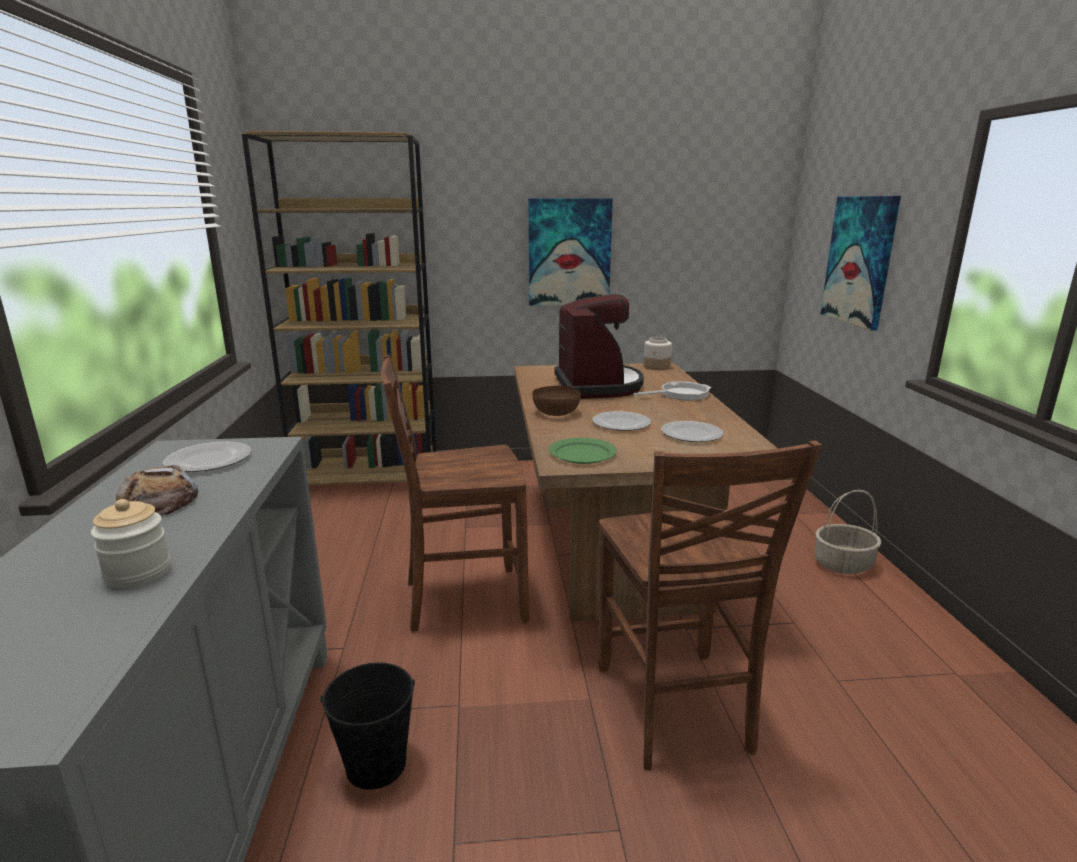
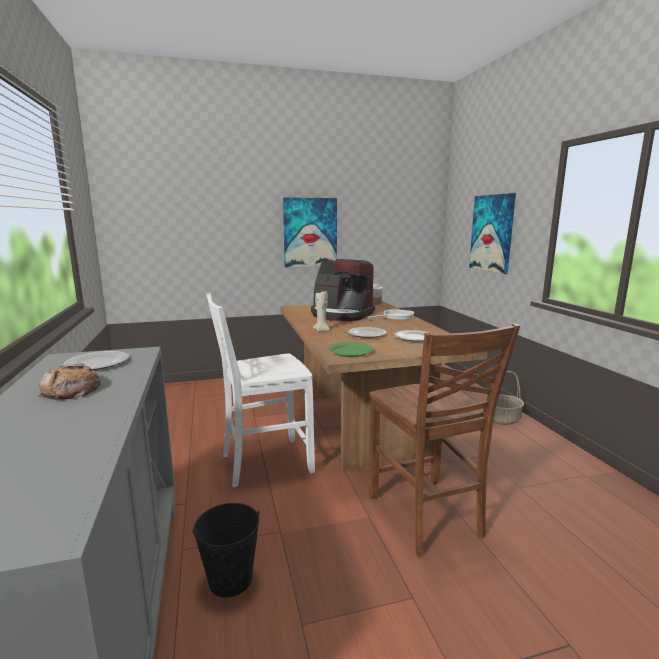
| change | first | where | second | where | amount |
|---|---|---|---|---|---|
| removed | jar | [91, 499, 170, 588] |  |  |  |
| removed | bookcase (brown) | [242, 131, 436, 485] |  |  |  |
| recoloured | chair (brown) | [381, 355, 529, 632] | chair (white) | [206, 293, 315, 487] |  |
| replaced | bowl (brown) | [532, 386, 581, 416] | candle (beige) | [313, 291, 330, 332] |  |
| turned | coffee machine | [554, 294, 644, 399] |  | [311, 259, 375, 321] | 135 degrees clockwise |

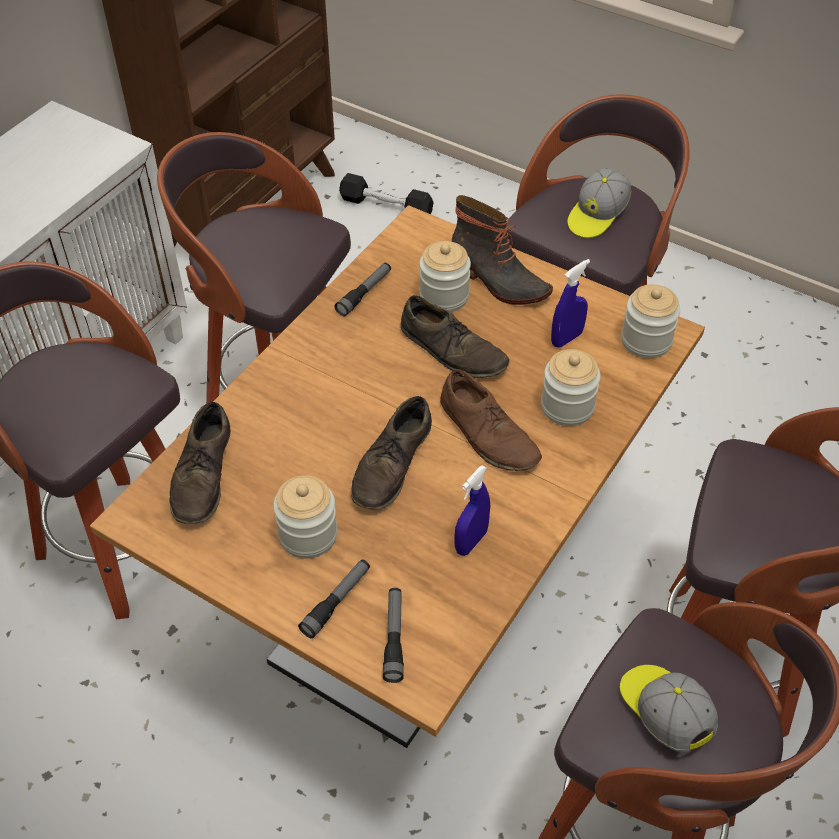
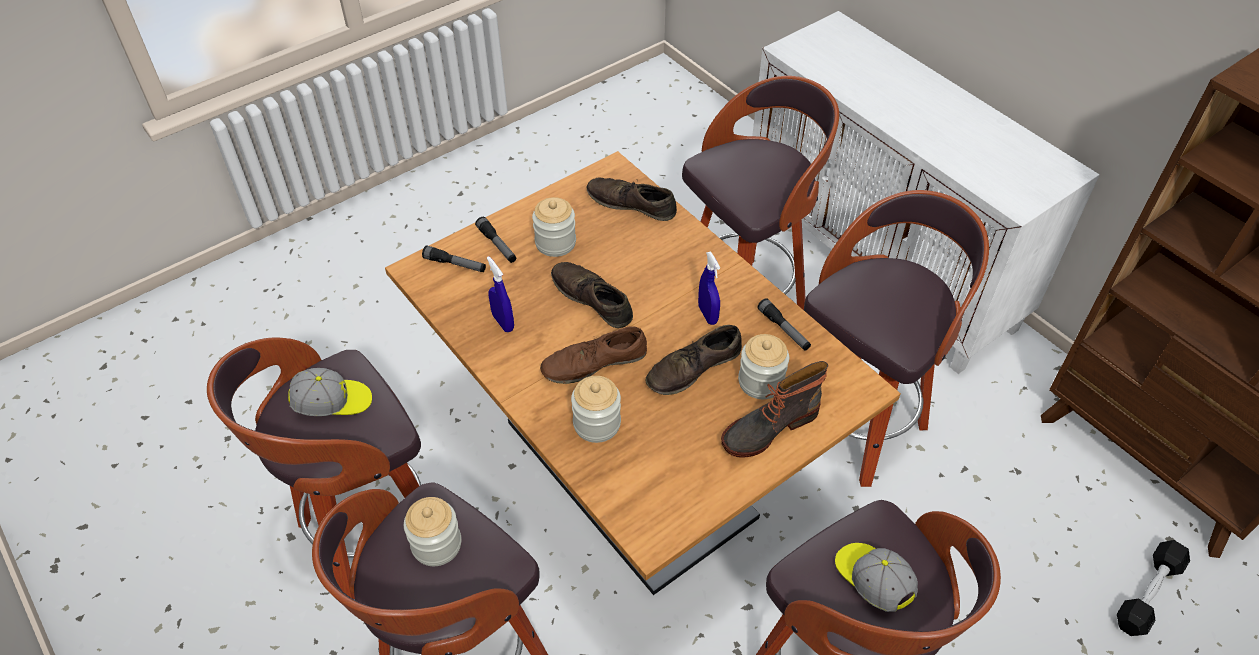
| change | first | where | second | where | amount |
|---|---|---|---|---|---|
| moved | spray bottle (blue) | [551, 259, 590, 347] |  | [698, 252, 720, 325] |  |
| moved | jar | [621, 284, 680, 358] |  | [404, 497, 462, 566] |  |

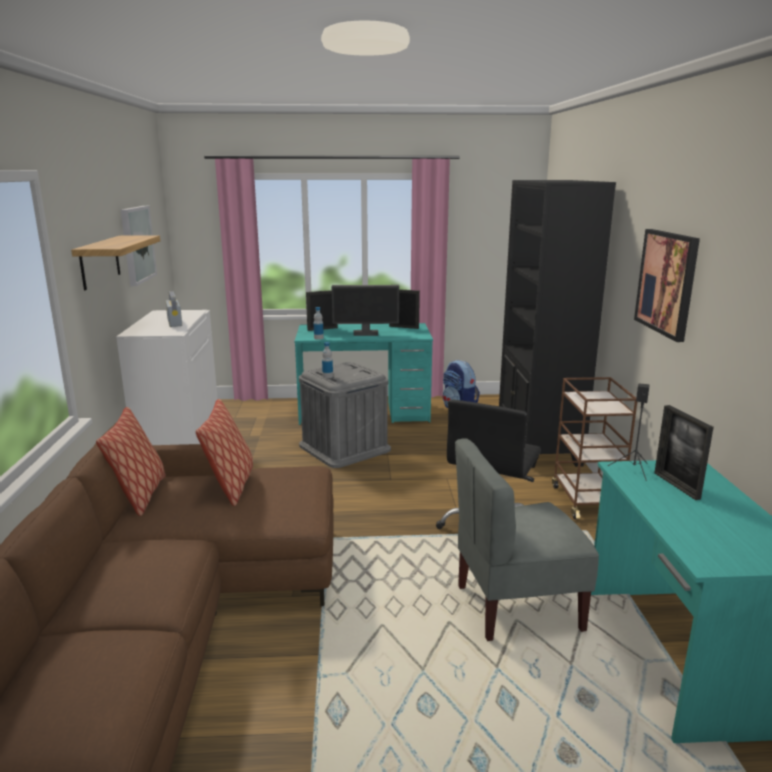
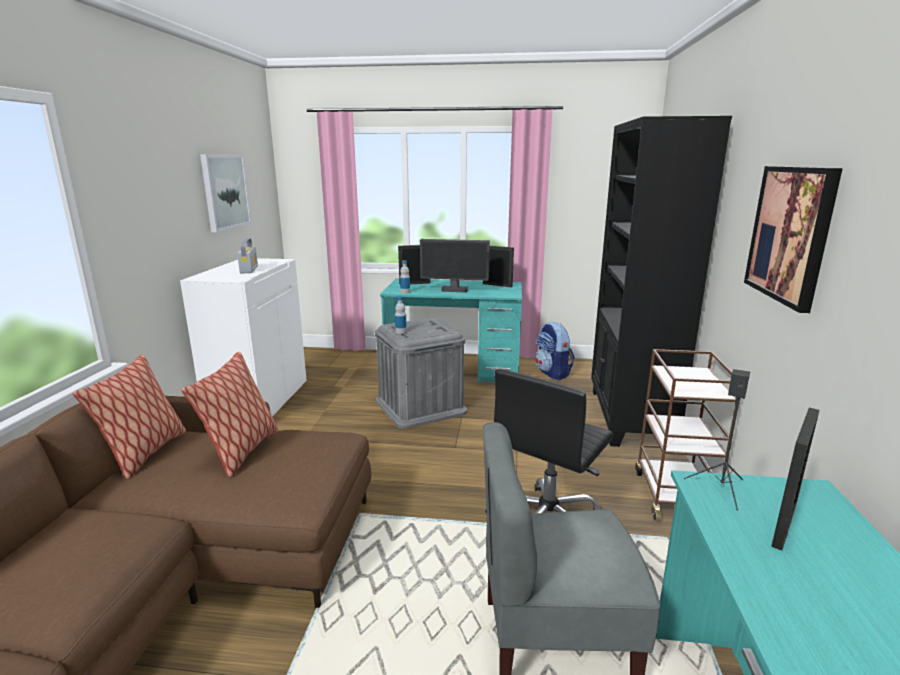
| change | first | where | second | where | amount |
|---|---|---|---|---|---|
| removed | shelf | [71, 235, 160, 290] |  |  |  |
| turned | picture frame | [654, 405, 714, 500] |  | [771, 408, 820, 551] | 135 degrees counterclockwise |

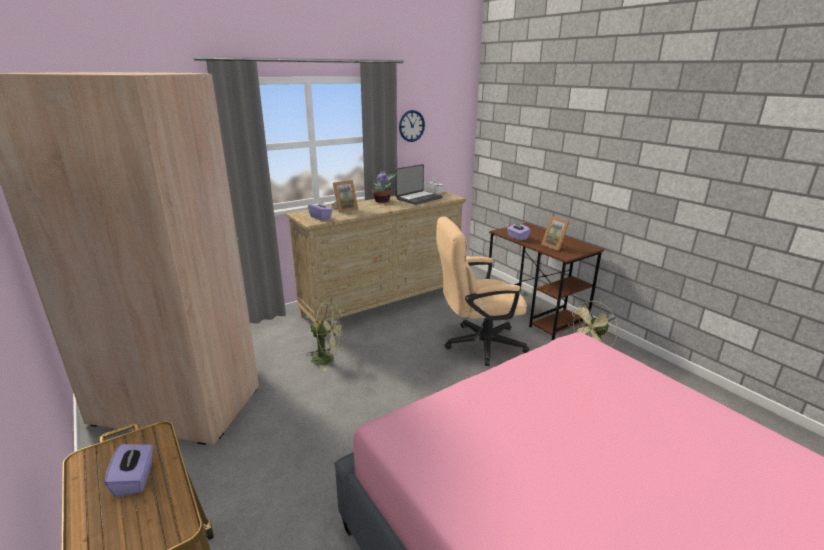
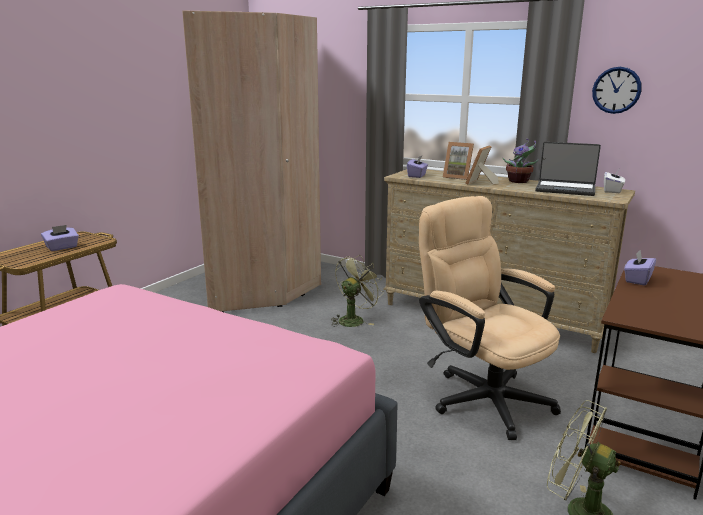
| change | first | where | second | where | amount |
|---|---|---|---|---|---|
| turned | fan (green) | [307, 302, 345, 371] |  | [331, 255, 384, 327] | 120 degrees counterclockwise |
| moved | picture frame | [541, 216, 569, 251] |  | [465, 146, 499, 184] |  |

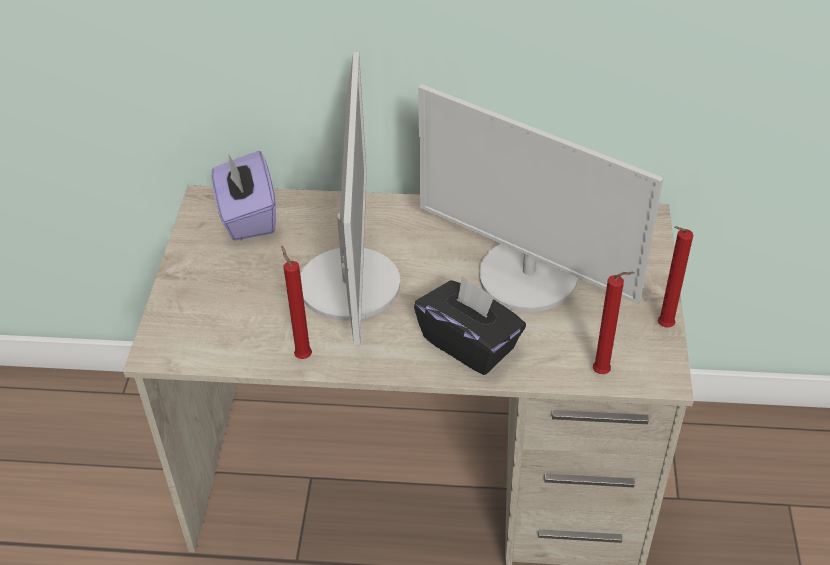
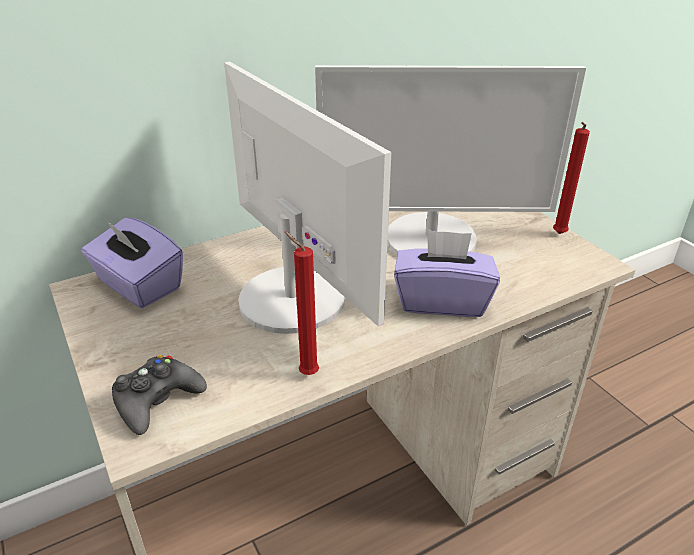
| change | first | where | second | where | amount |
|---|---|---|---|---|---|
| recoloured | tissue box (black) | [414, 275, 526, 375] | tissue box (purple) | [394, 229, 500, 317] |  |
| removed | candle (red) | [593, 272, 635, 374] |  |  |  |
| added |  |  | game controller (black) | [112, 355, 207, 435] |  |

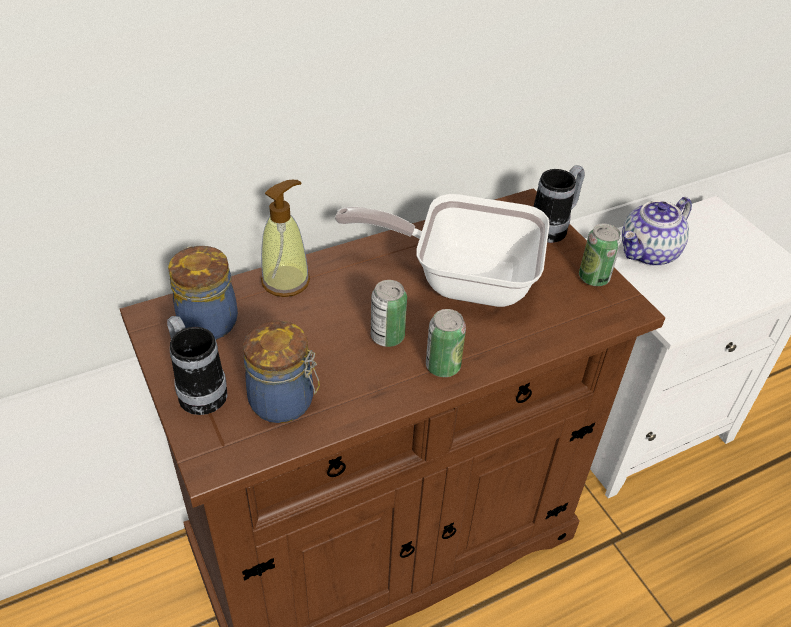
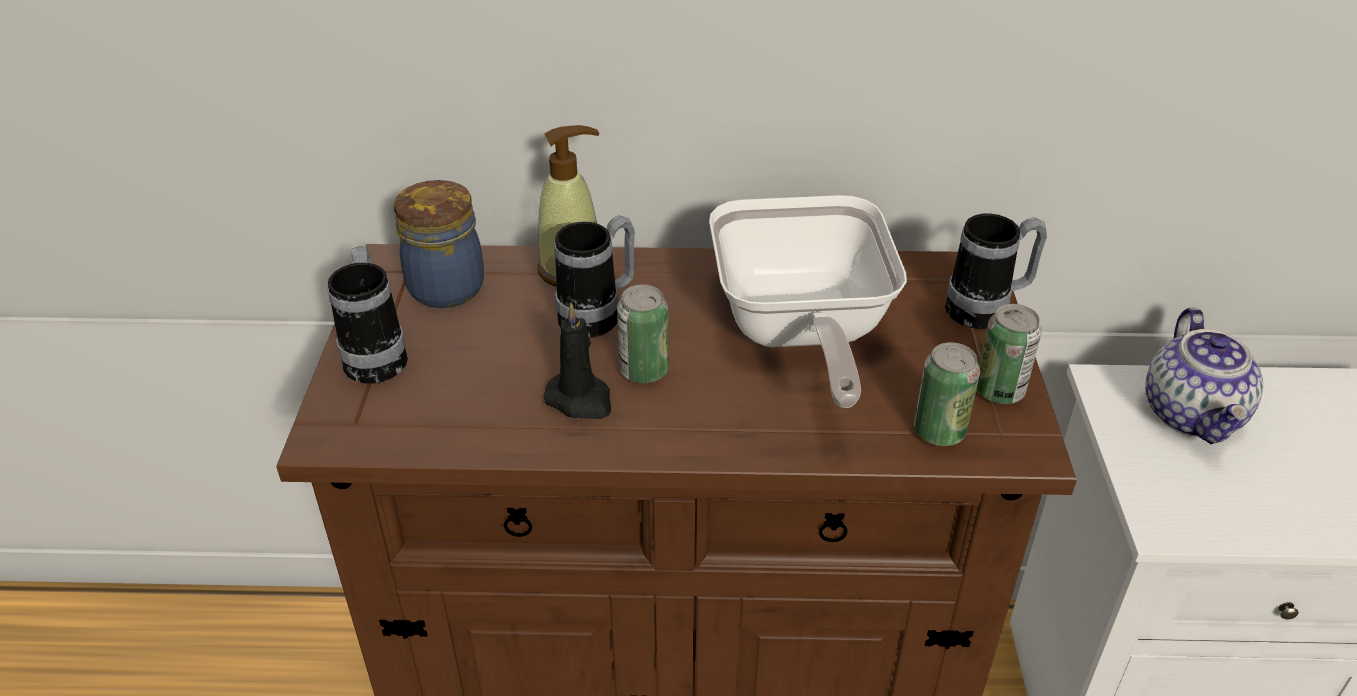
| change | first | where | second | where | amount |
|---|---|---|---|---|---|
| removed | jar | [243, 321, 320, 423] |  |  |  |
| turned | frying pan | [335, 194, 550, 307] |  | [709, 195, 907, 408] | 135 degrees counterclockwise |
| moved | can | [426, 309, 466, 377] |  | [914, 342, 980, 446] |  |
| turned | teapot | [622, 197, 692, 266] |  | [1145, 308, 1263, 444] | 75 degrees counterclockwise |
| added |  |  | candle (black) | [543, 302, 611, 419] |  |
| added |  |  | mug | [554, 215, 635, 338] |  |

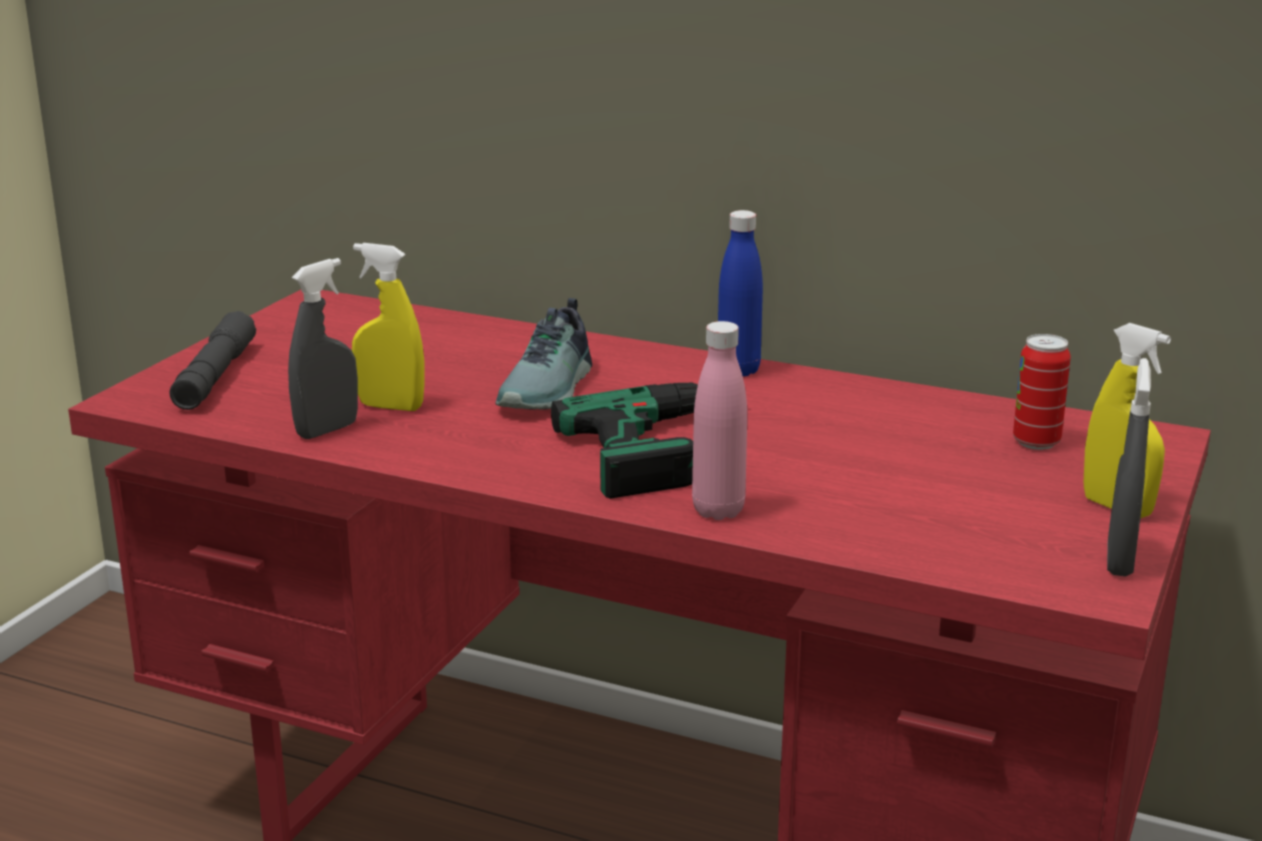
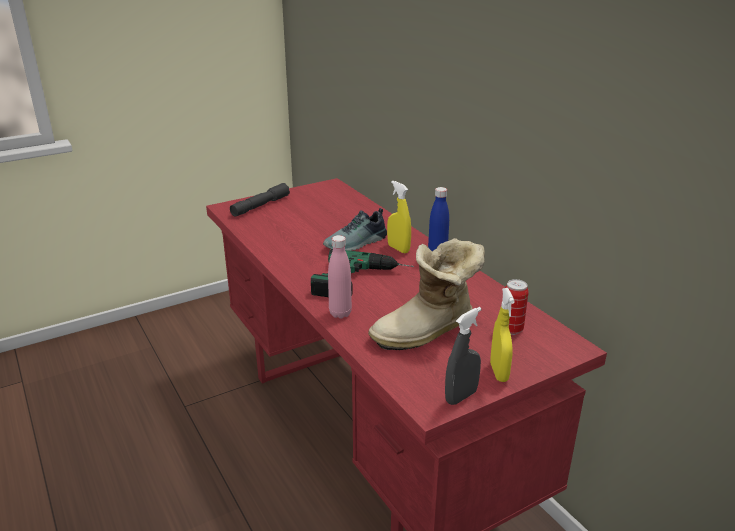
| change | first | where | second | where | amount |
|---|---|---|---|---|---|
| removed | spray bottle (grey) | [288, 258, 358, 439] |  |  |  |
| moved | spray bottle (yellow) | [352, 243, 425, 411] |  | [387, 181, 411, 253] |  |
| added |  |  | boot | [368, 238, 485, 350] |  |

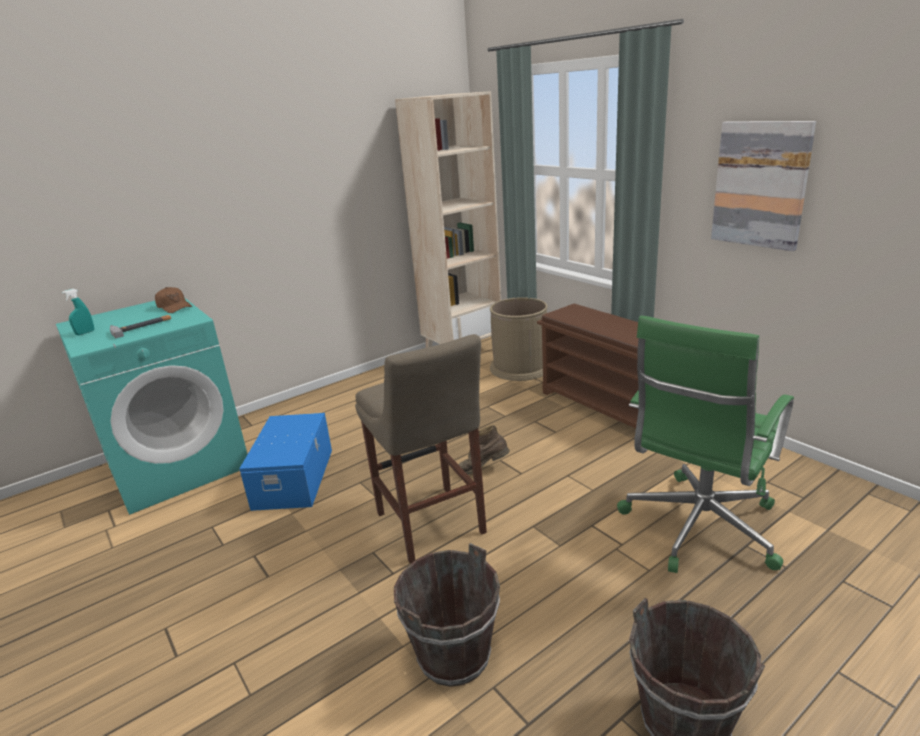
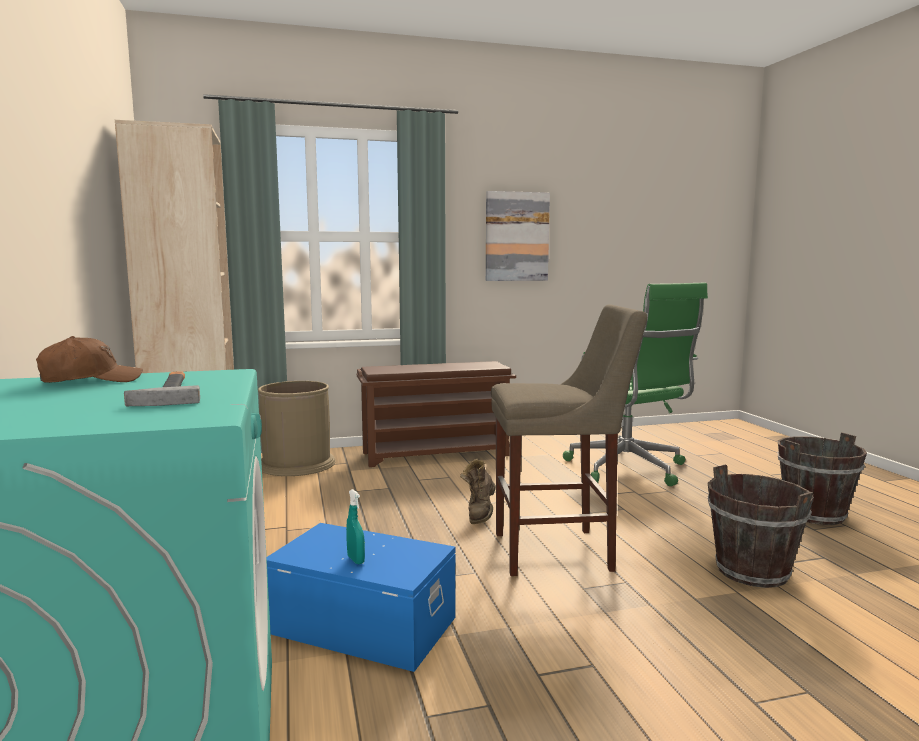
| change | first | where | second | where | amount |
|---|---|---|---|---|---|
| moved | spray bottle (turquoise) | [62, 289, 94, 335] |  | [346, 489, 365, 564] |  |

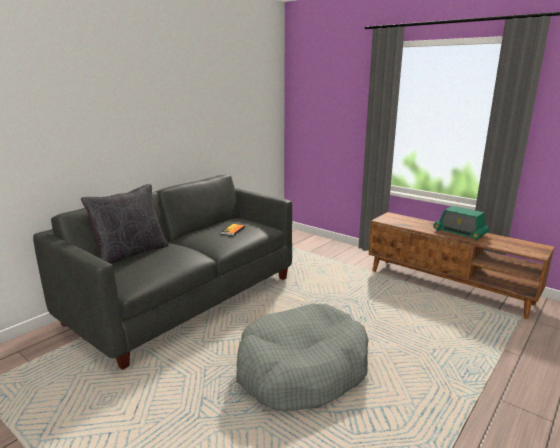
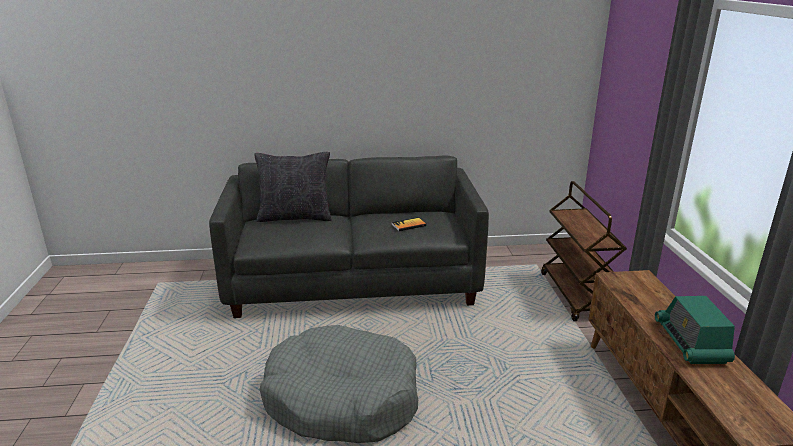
| change | first | where | second | where | amount |
|---|---|---|---|---|---|
| added |  |  | cart (brown) | [541, 181, 627, 321] |  |

